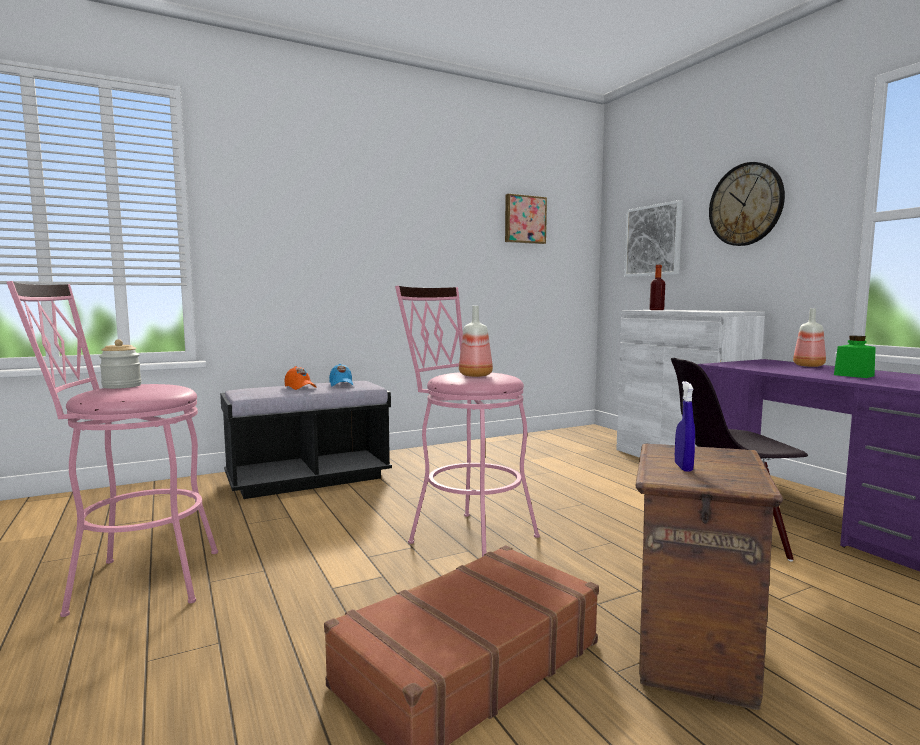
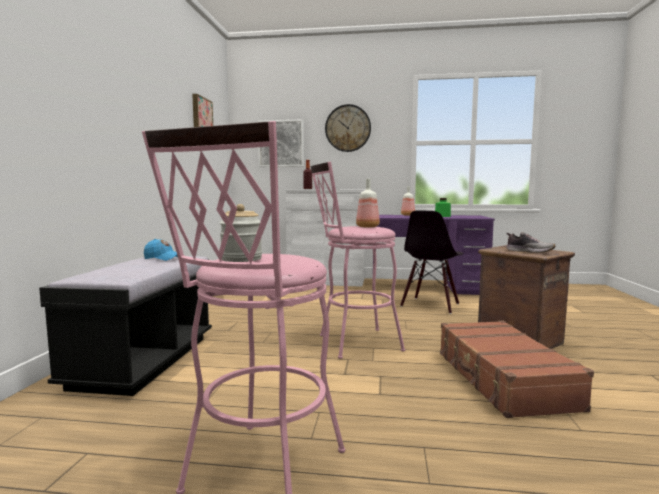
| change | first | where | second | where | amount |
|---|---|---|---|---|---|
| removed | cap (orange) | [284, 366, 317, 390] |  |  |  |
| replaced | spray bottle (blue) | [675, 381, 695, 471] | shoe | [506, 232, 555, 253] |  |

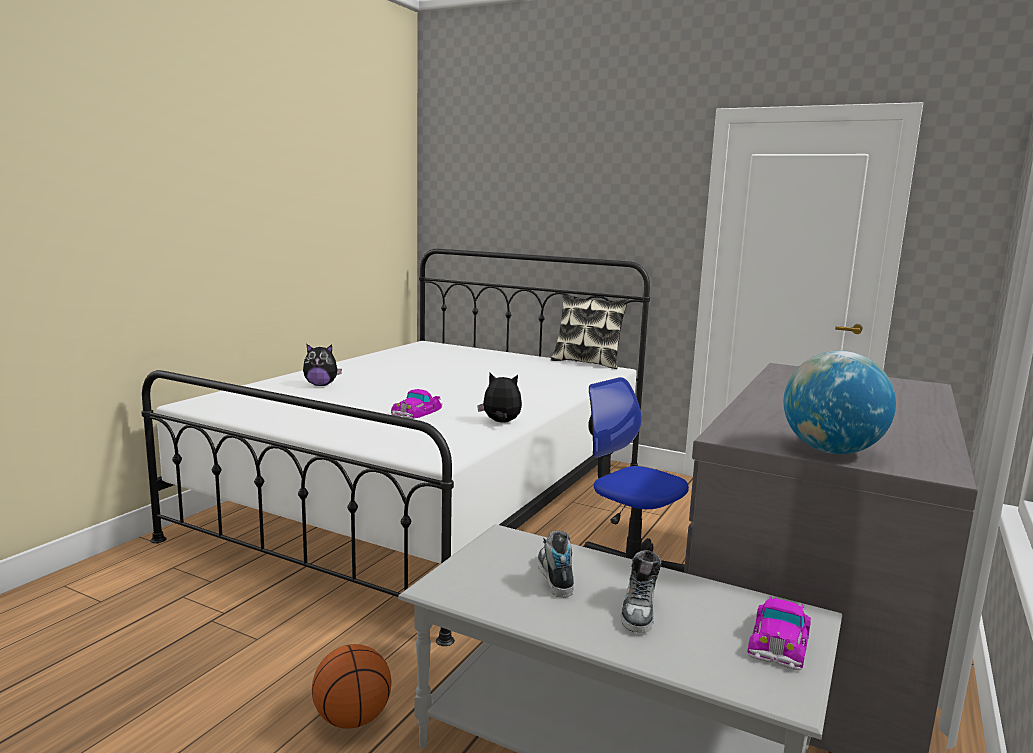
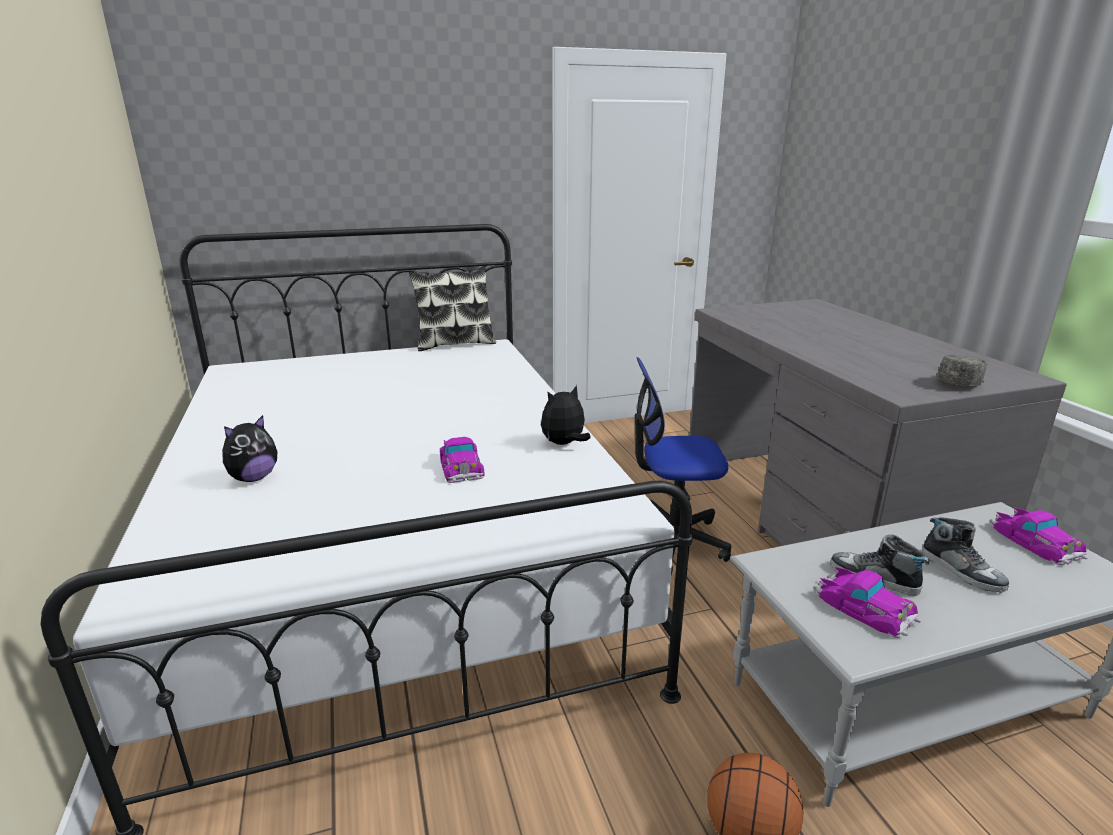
| change | first | where | second | where | amount |
|---|---|---|---|---|---|
| replaced | globe | [784, 351, 896, 454] | cap (grey) | [937, 355, 987, 386] |  |
| added |  |  | toy car | [813, 567, 921, 638] |  |

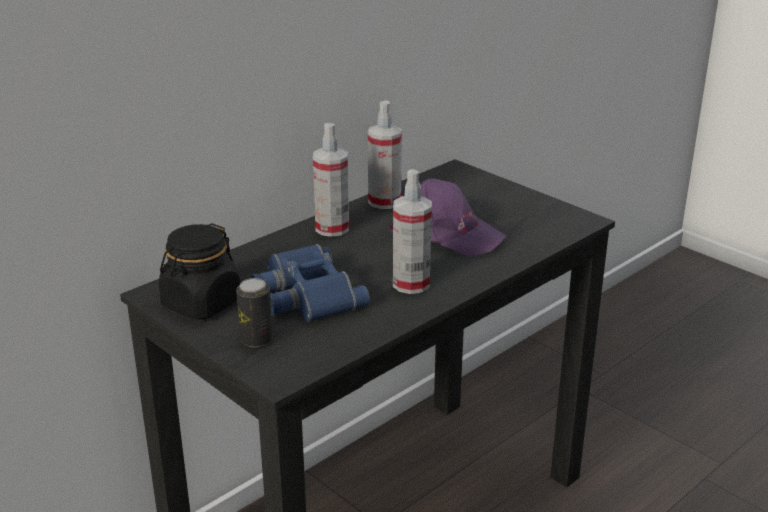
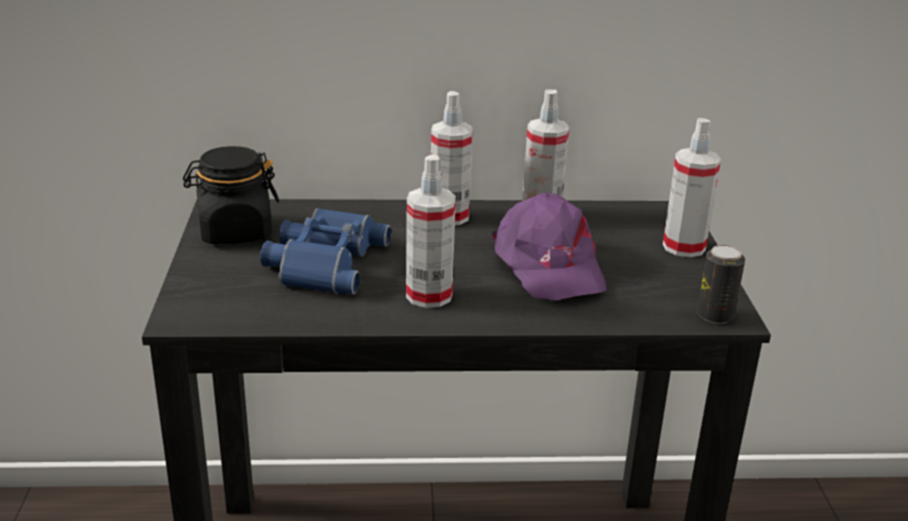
| change | first | where | second | where | amount |
|---|---|---|---|---|---|
| moved | can | [236, 278, 273, 348] |  | [697, 245, 745, 324] |  |
| added |  |  | spray bottle | [663, 118, 721, 258] |  |

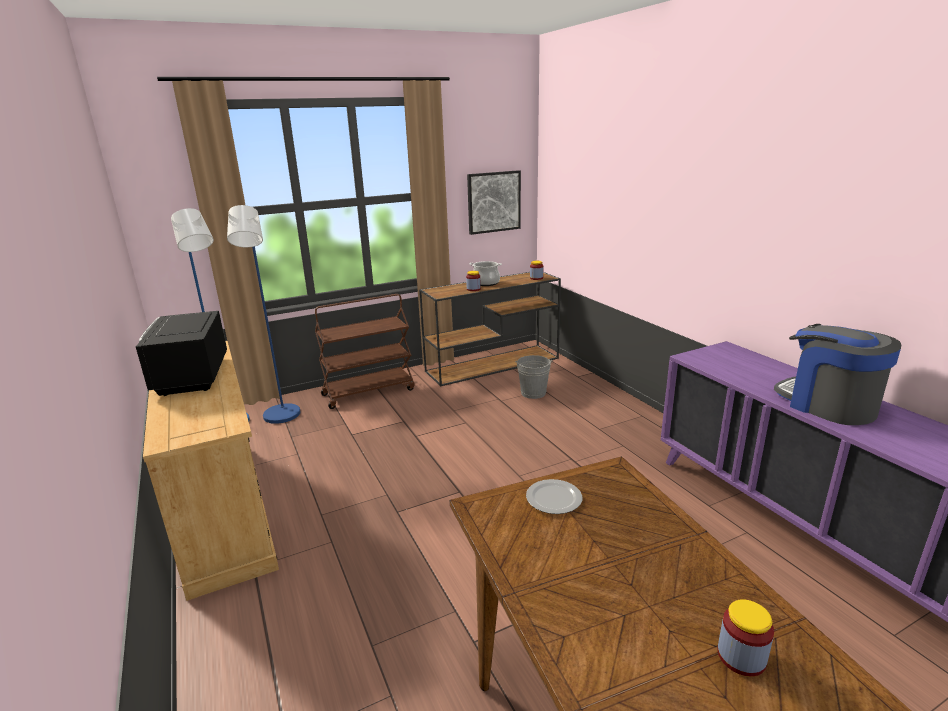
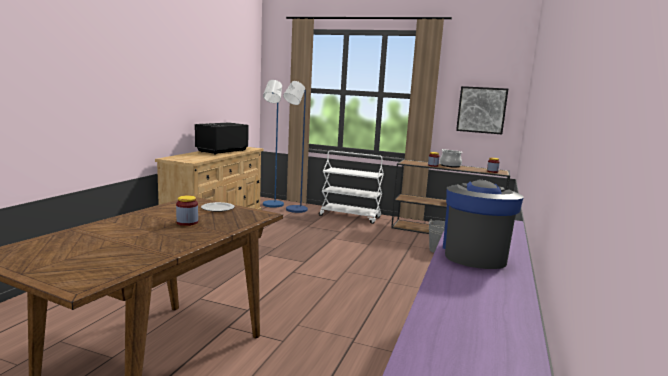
| change | first | where | second | where | amount |
|---|---|---|---|---|---|
| recoloured | cart (brown) | [315, 294, 415, 409] | cart (white) | [319, 150, 384, 224] |  |
| moved | jar | [718, 599, 774, 677] |  | [176, 195, 198, 226] |  |

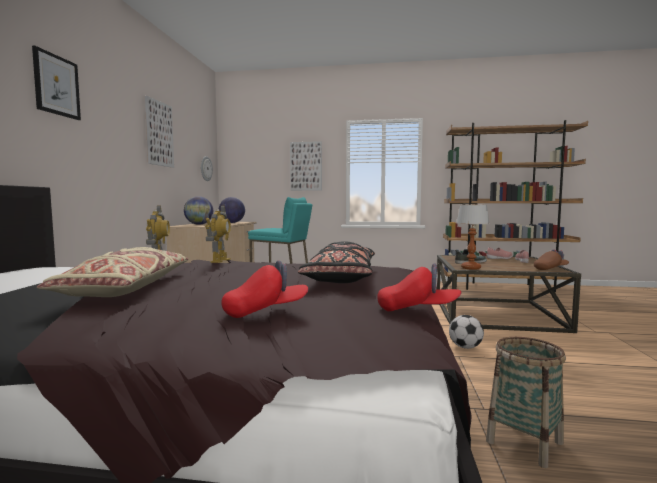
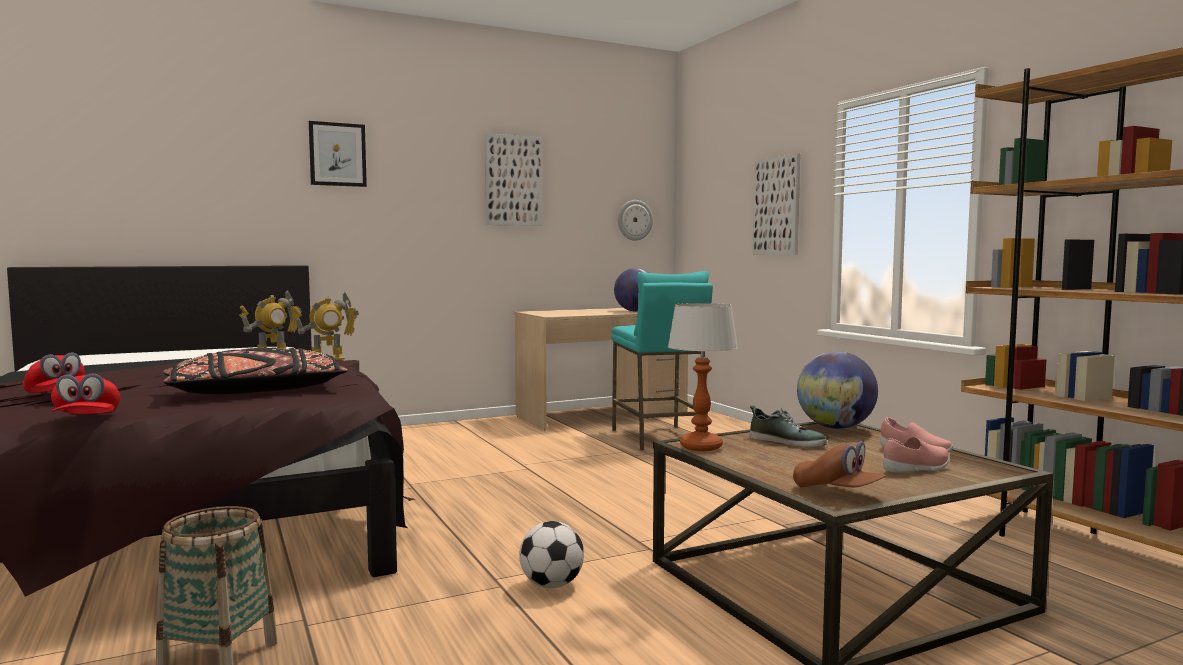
| change | first | where | second | where | amount |
|---|---|---|---|---|---|
| removed | pillow (beige) | [37, 247, 189, 297] |  |  |  |
| moved | globe | [184, 196, 213, 225] |  | [797, 351, 878, 429] |  |

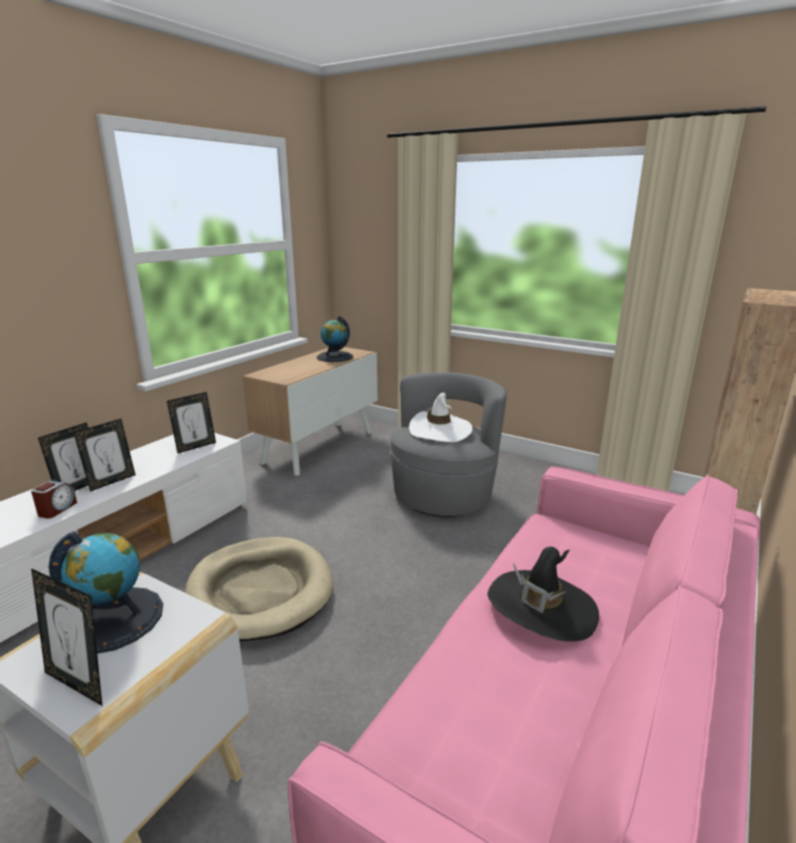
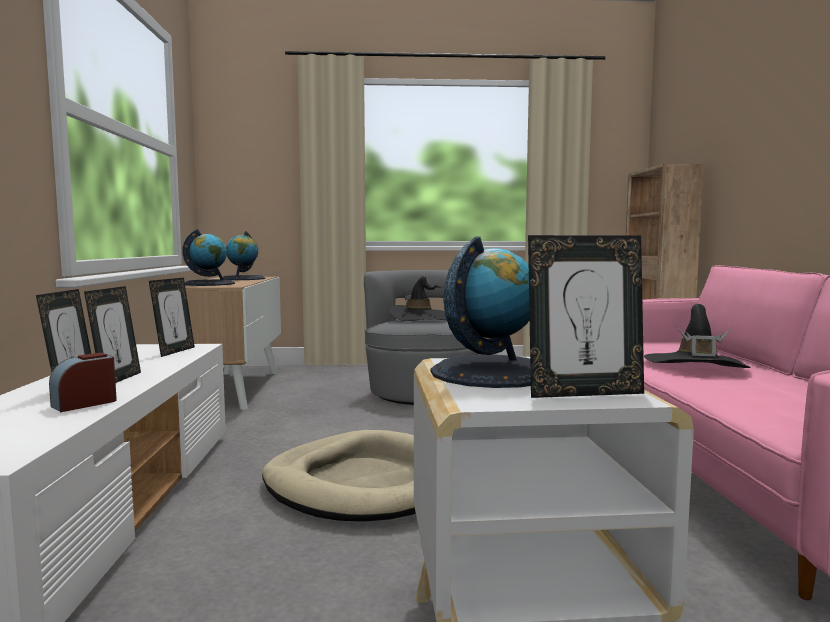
| change | first | where | second | where | amount |
|---|---|---|---|---|---|
| turned | alarm clock | [31, 481, 77, 519] |  | [49, 353, 117, 412] | 120 degrees counterclockwise |
| recoloured | hat (white) | [409, 393, 473, 442] | hat (black) | [388, 276, 447, 321] |  |
| added |  |  | globe | [182, 229, 235, 286] |  |

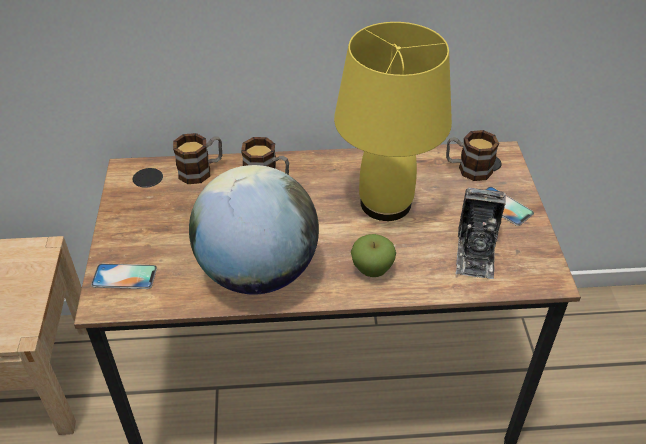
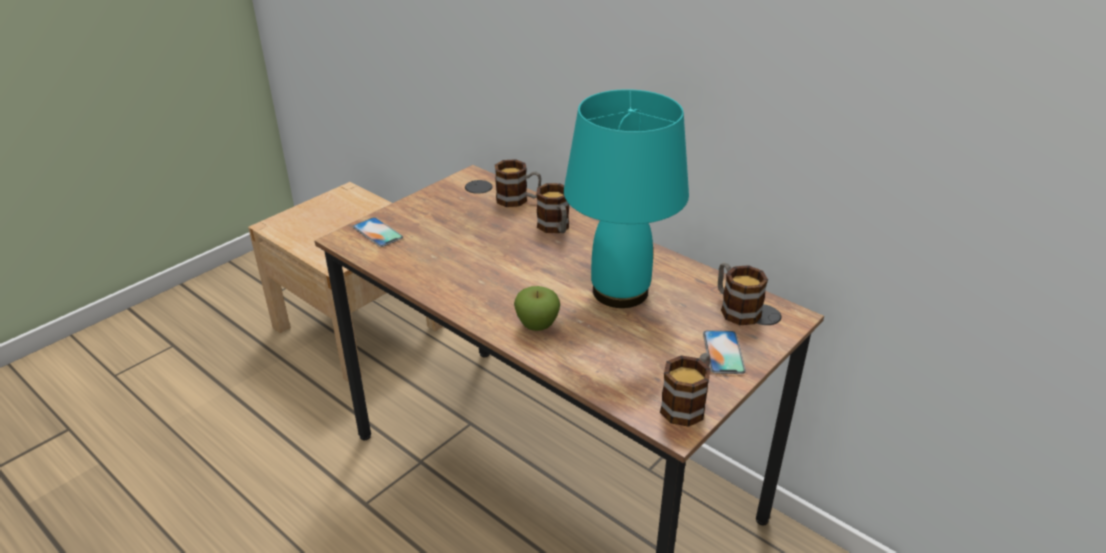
| change | first | where | second | where | amount |
|---|---|---|---|---|---|
| removed | globe | [189, 165, 319, 294] |  |  |  |
| recoloured | table lamp (yellow) | [334, 22, 452, 221] | table lamp (turquoise) | [564, 89, 689, 308] |  |
| removed | photo camera | [455, 188, 506, 279] |  |  |  |
| added |  |  | mug | [660, 353, 711, 427] |  |

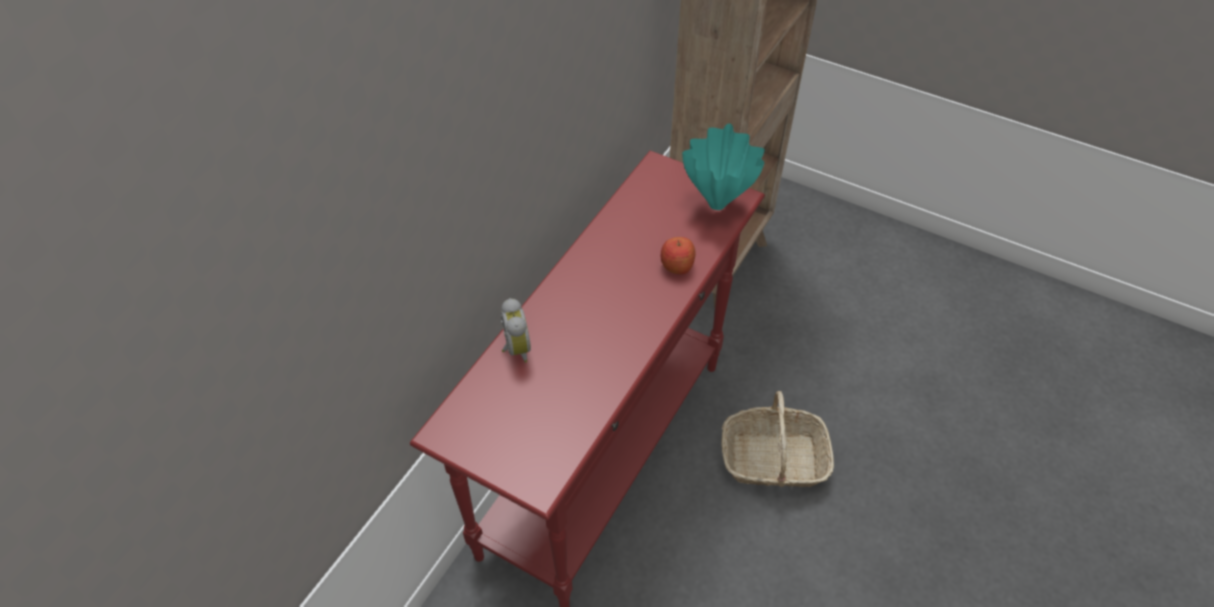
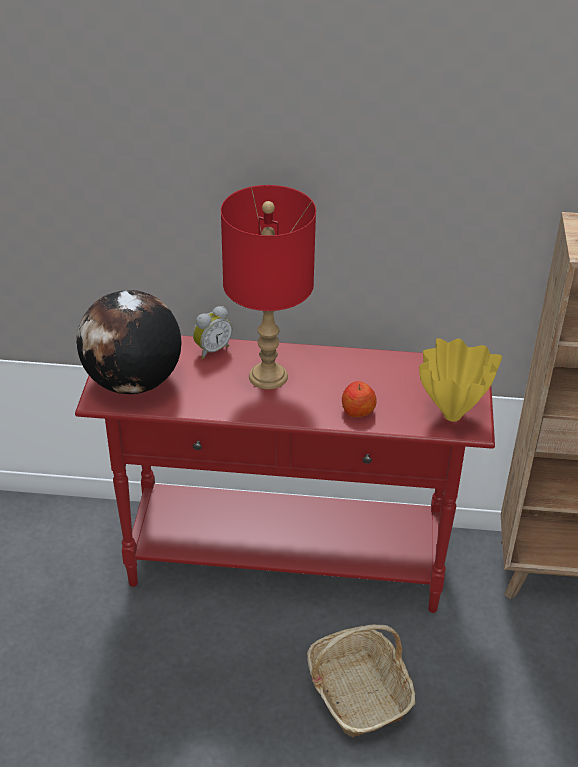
| change | first | where | second | where | amount |
|---|---|---|---|---|---|
| recoloured | vase (turquoise) | [682, 124, 765, 210] | vase (yellow) | [419, 338, 502, 422] |  |
| added |  |  | globe | [76, 290, 182, 394] |  |
| added |  |  | table lamp (red) | [221, 185, 316, 389] |  |

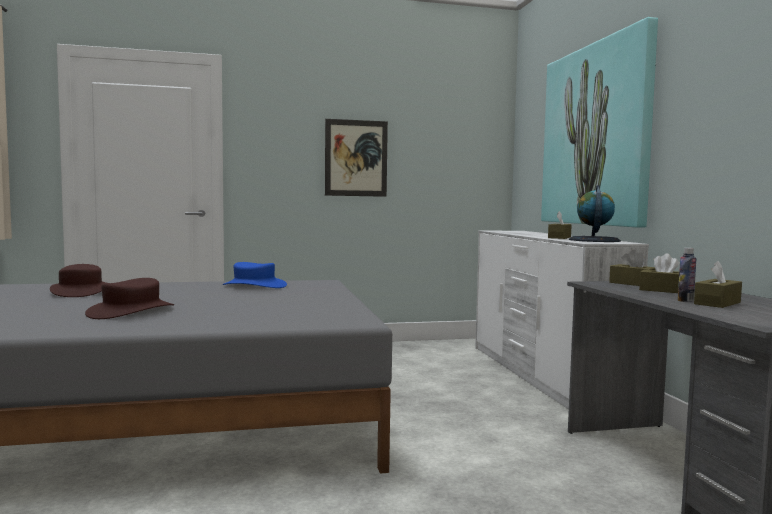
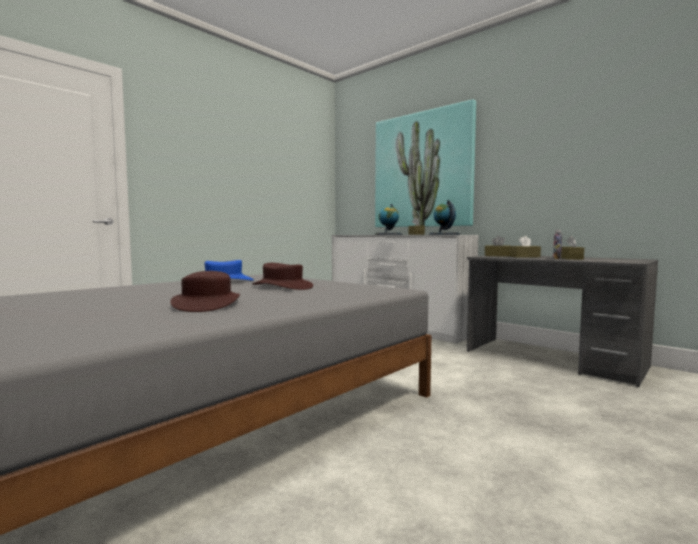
| change | first | where | second | where | amount |
|---|---|---|---|---|---|
| moved | hat (brown) | [50, 264, 106, 297] |  | [252, 263, 313, 290] |  |
| removed | picture | [325, 119, 388, 197] |  |  |  |
| added |  |  | globe | [375, 204, 403, 235] |  |

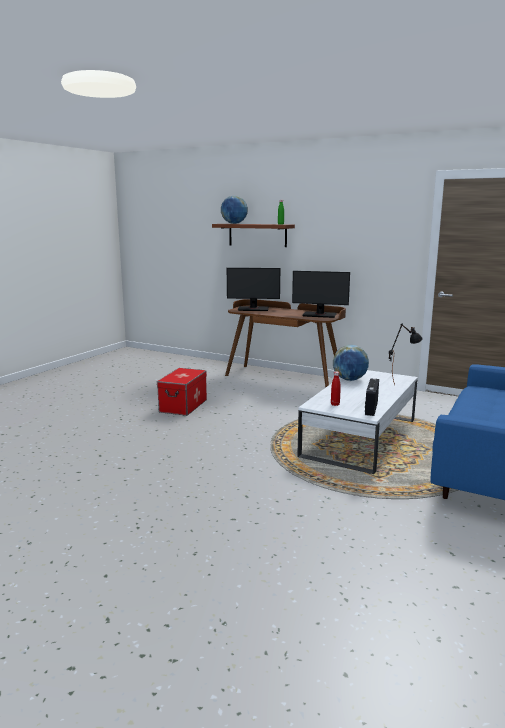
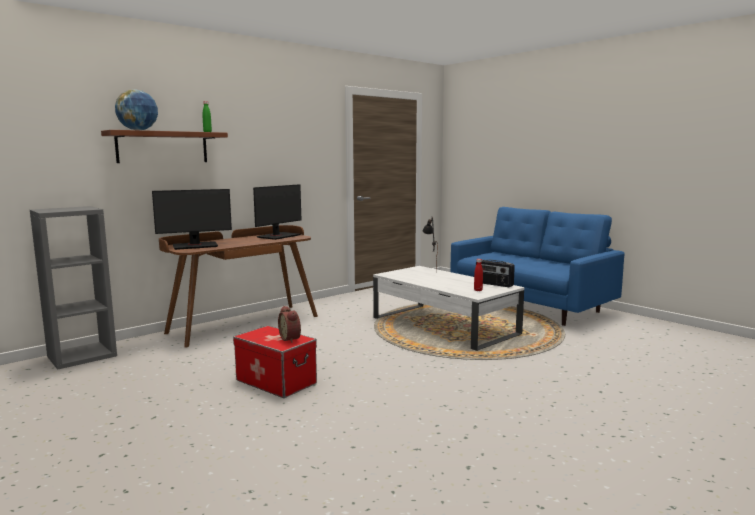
| change | first | where | second | where | amount |
|---|---|---|---|---|---|
| turned | monitor | [227, 268, 280, 311] |  | [152, 189, 232, 250] | 45 degrees clockwise |
| removed | globe | [333, 345, 369, 381] |  |  |  |
| added |  |  | bookcase (grey) | [30, 206, 117, 370] |  |
| added |  |  | alarm clock | [278, 306, 301, 343] |  |

